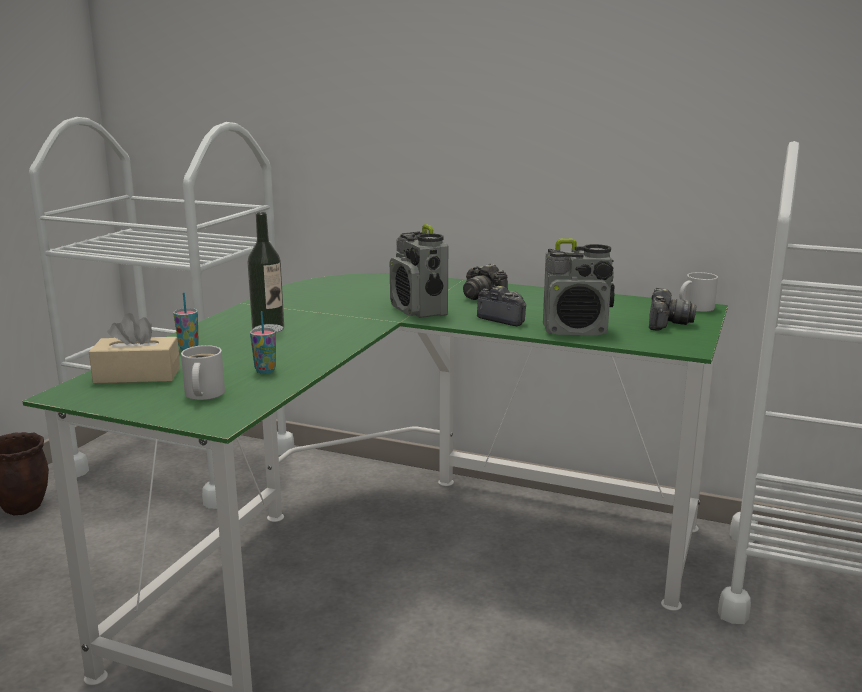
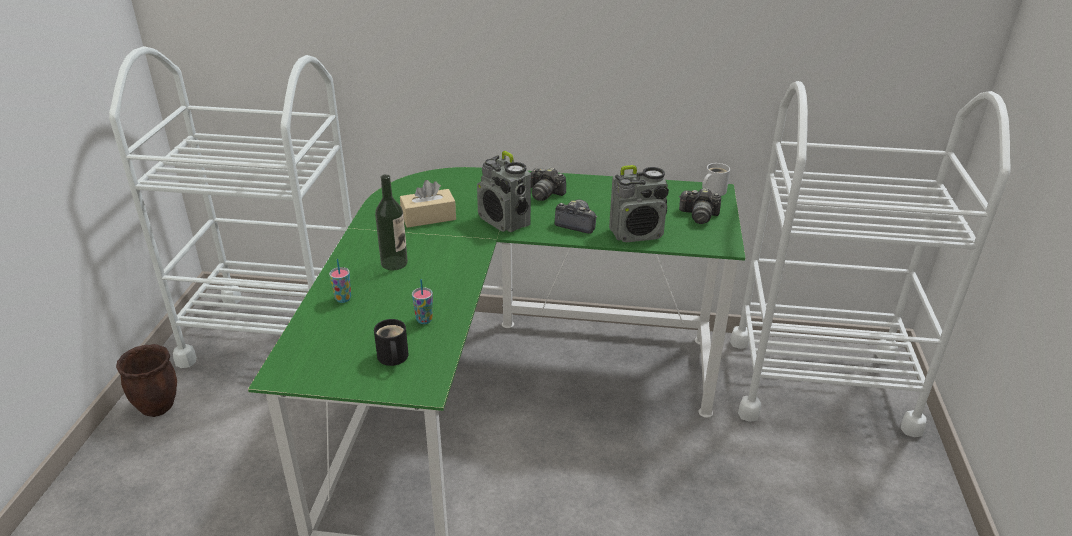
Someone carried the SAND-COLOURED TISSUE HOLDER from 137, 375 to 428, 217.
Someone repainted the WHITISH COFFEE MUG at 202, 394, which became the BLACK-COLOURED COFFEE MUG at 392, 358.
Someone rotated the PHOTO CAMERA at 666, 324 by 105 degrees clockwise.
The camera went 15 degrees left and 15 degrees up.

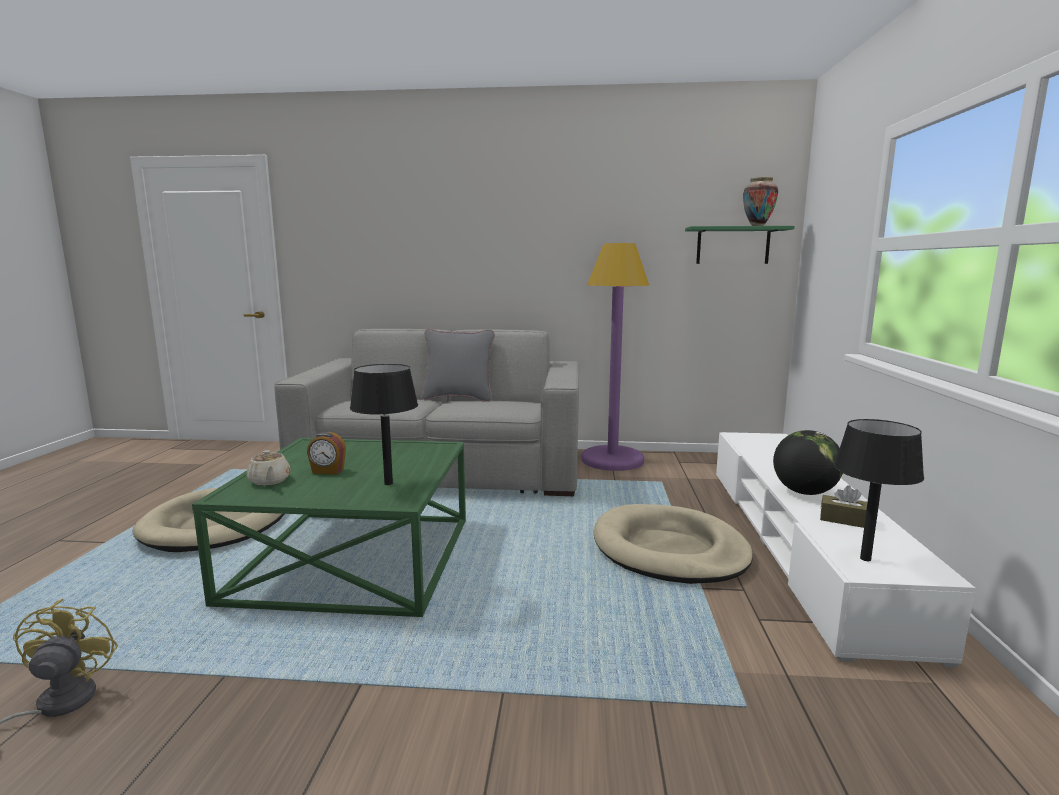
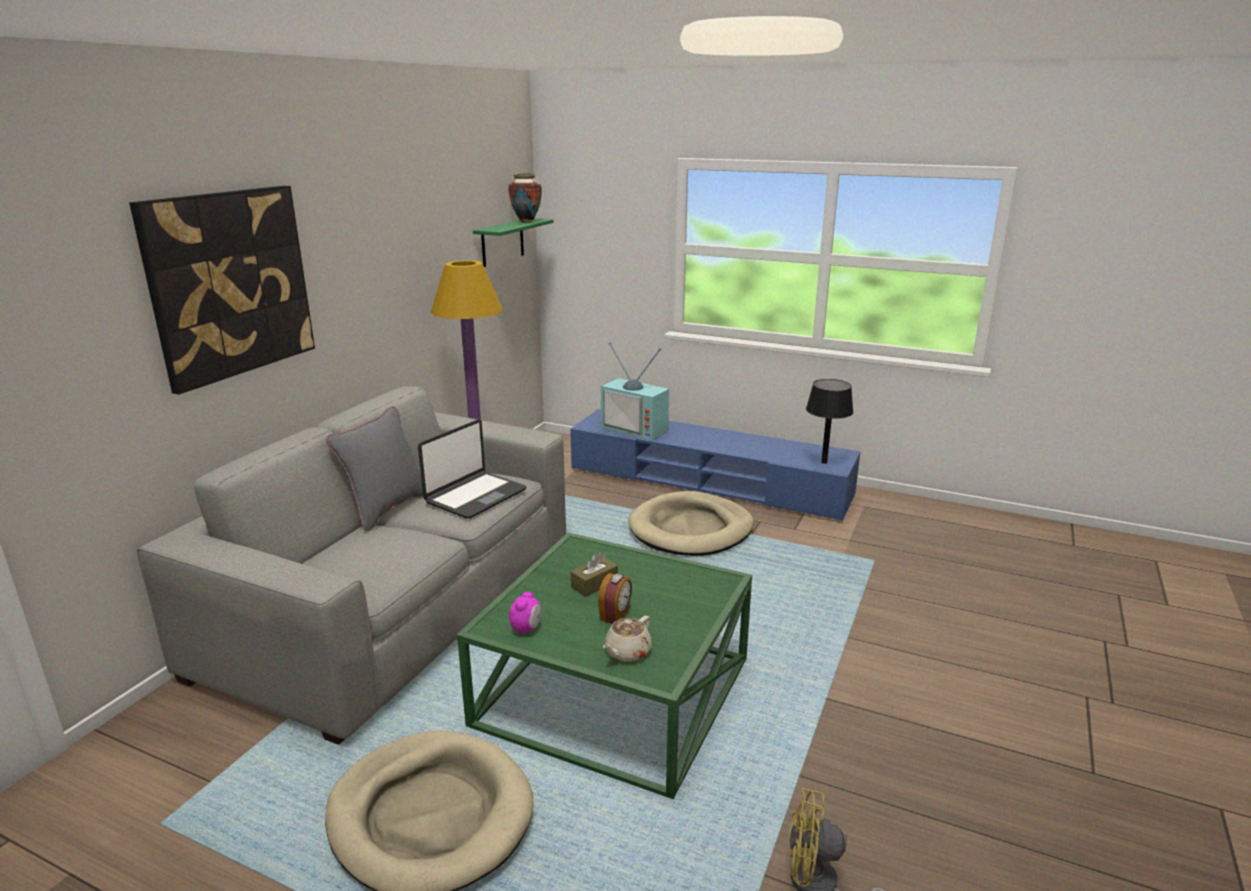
Someone took away the BLACK-COLOURED TABLETOP LAMP at 388, 483.
Someone took away the GLOBE at 804, 492.
Someone put up the PICTURE at 230, 284.
Someone put down the NOTEBOOK COMPUTER at 475, 496.
Someone put down the TABLE CLOCK at 526, 629.
Someone put down the TV SET at 637, 429.
Someone carried the BROWNISH TISSUE HOLDER from 844, 520 to 594, 584.
Someone repainted the WHITISH TV STAND at 800, 544, which became the BLUISH TV STAND at 709, 482.
Someone rotated the SAND-COLOURED TEA POT at 269, 481 by 135 degrees clockwise.
The camera went 70 degrees left and 10 degrees up.

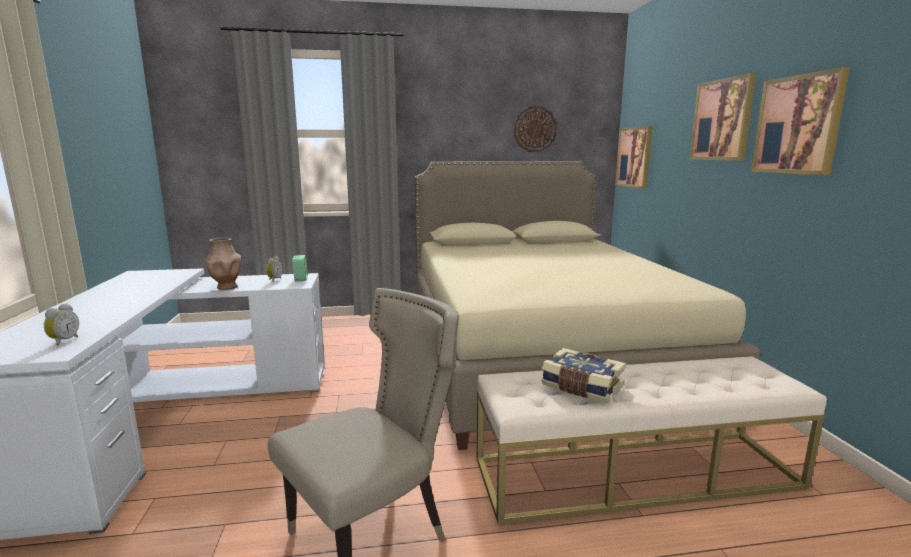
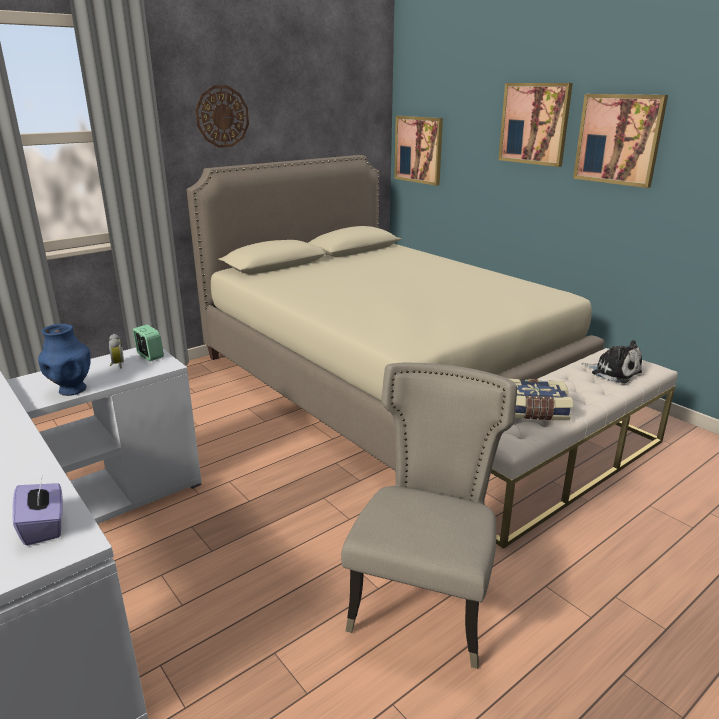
Someone put down the CUDDLY TOY at 613, 372.
Someone carried the CLOCK ON THE WALL from 535, 129 to 222, 116.
Someone swapped the TABLE CLOCK at 63, 341 for the PURPLE-COLOURED TISSUE HOLDER at 44, 526.
Someone repainted the BROWNISH FLOWER VASE at 226, 287, which became the BLUISH FLOWER VASE at 71, 390.
The camera went 30 degrees left and 10 degrees up.

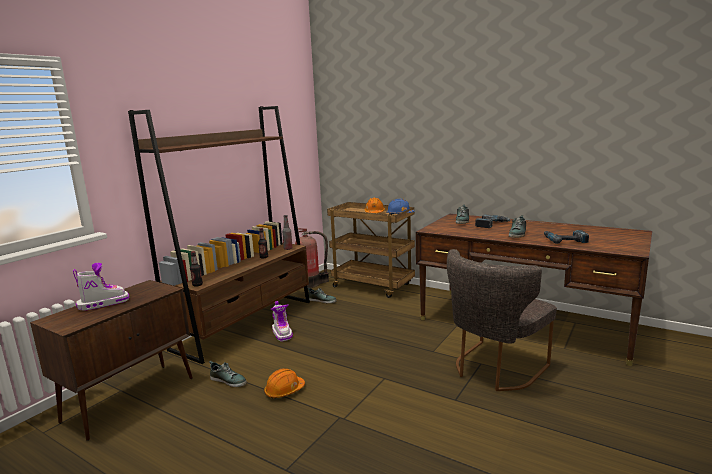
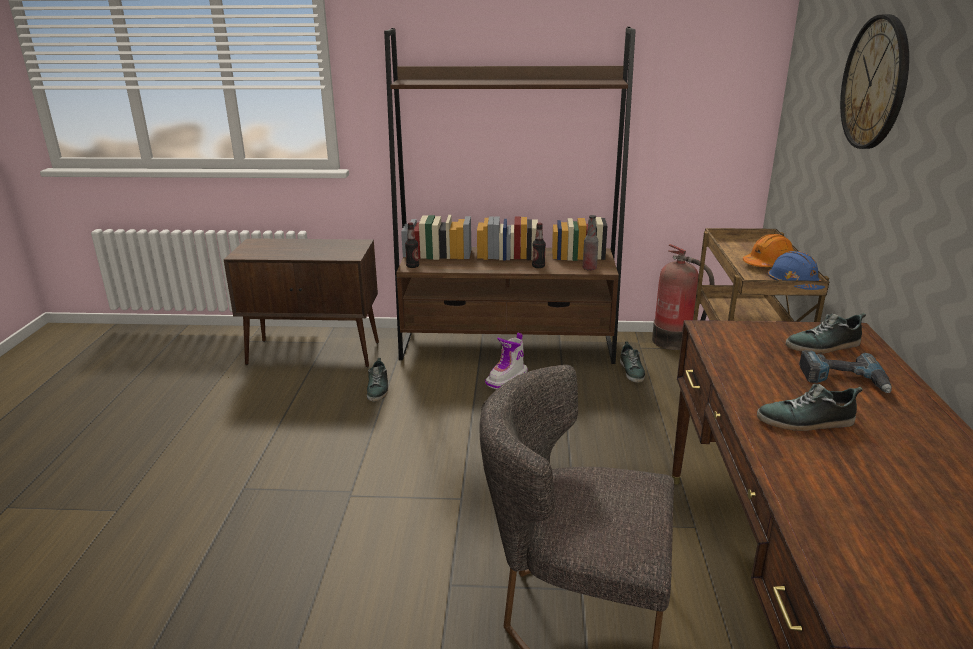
Someone took away the BOOT at 103, 303.
Someone took away the ORANGEY WORK HELMET at 284, 391.
Someone took away the POWER DRILL at 564, 240.
Someone put up the CLOCK ON THE WALL at 875, 83.
The camera went 60 degrees right and 10 degrees up.

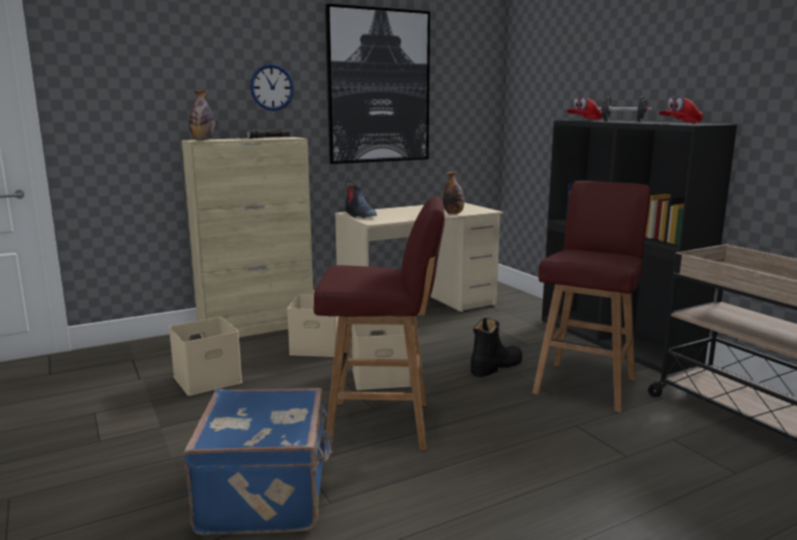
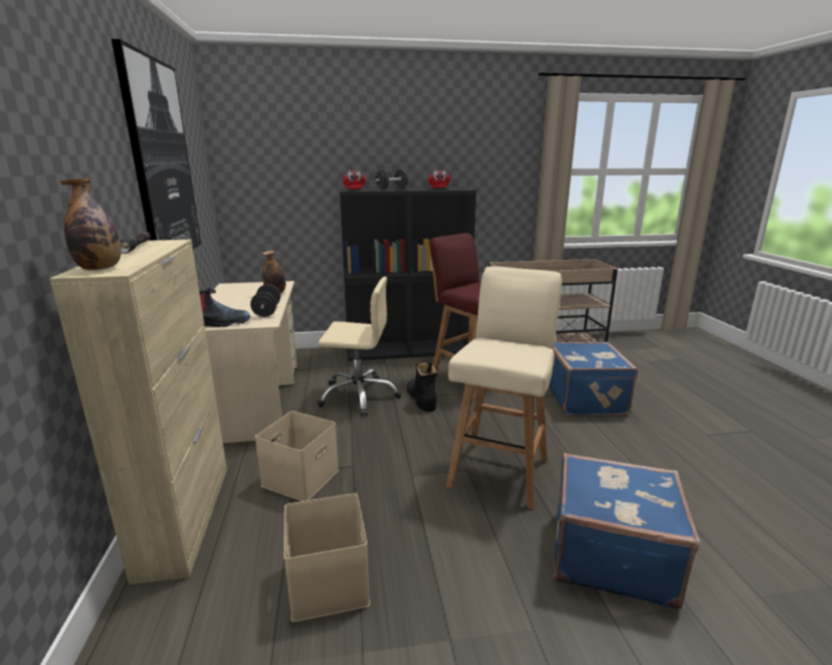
Someone took away the CLOCK ON THE WALL at 272, 87.
Someone took away the SAND-COLOURED STORAGE CONTAINER at 382, 376.
Someone put down the BLACK-COLOURED DUMBBELL at 267, 311.
Someone put down the SAND-COLOURED OFFICE CHAIR at 359, 395.
Someone put down the BLUISH TRAVEL CASE at 586, 399.
Someone repainted the RED STOOL at 382, 424, which became the SAND-COLOURED STOOL at 500, 470.
The camera went 70 degrees left and 5 degrees up.

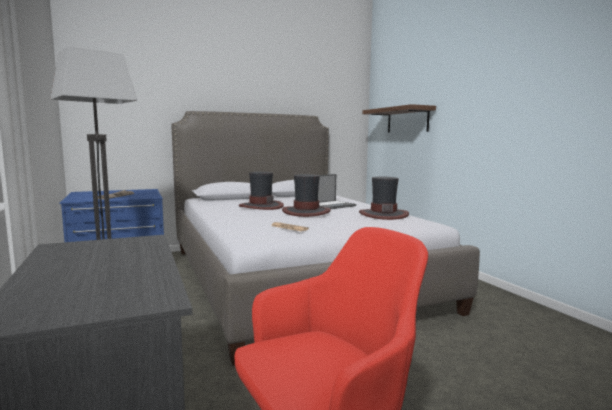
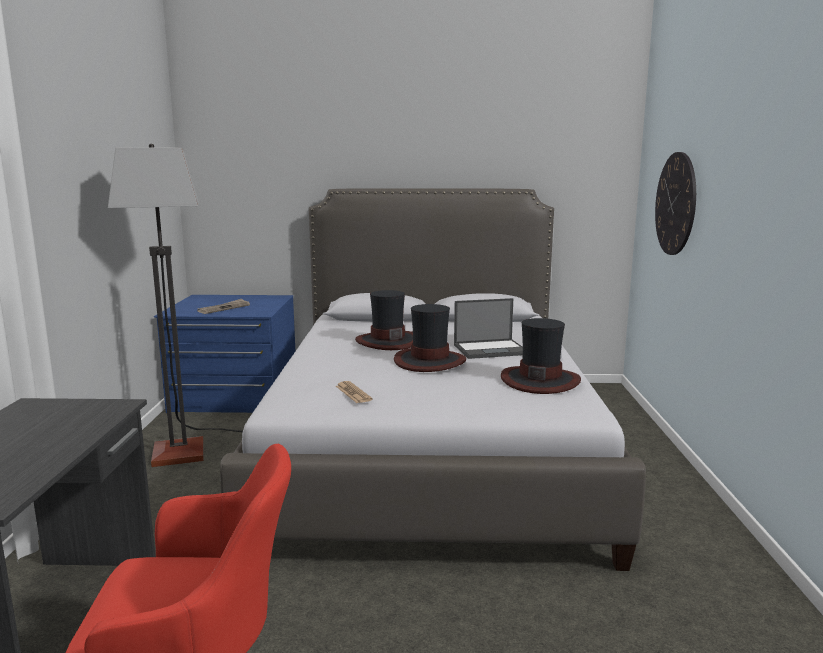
Someone swapped the SHELF at 407, 120 for the CLOCK ON THE WALL at 675, 204.
The camera went 25 degrees right and 5 degrees up.

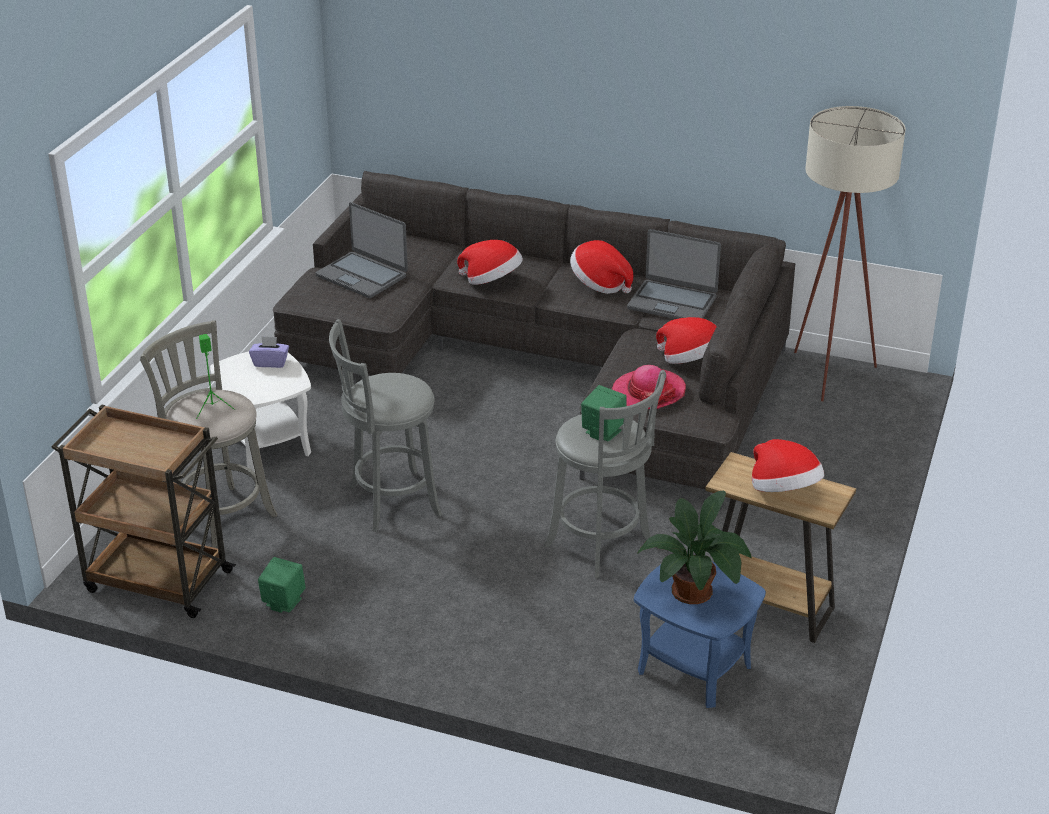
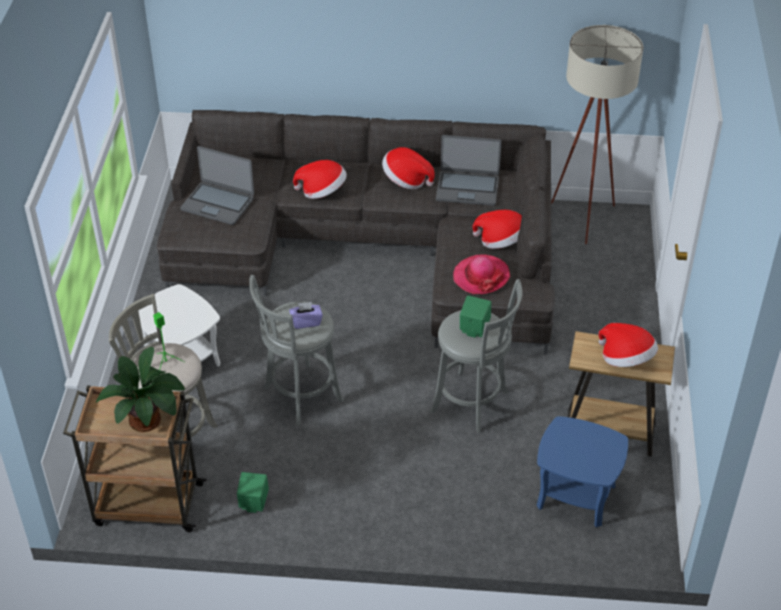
Someone carried the PURPLE-COLOURED TISSUE HOLDER from 270, 362 to 306, 322.
Someone carried the HOUSEPLANT from 696, 591 to 148, 419.
The camera went 15 degrees left and 10 degrees up.

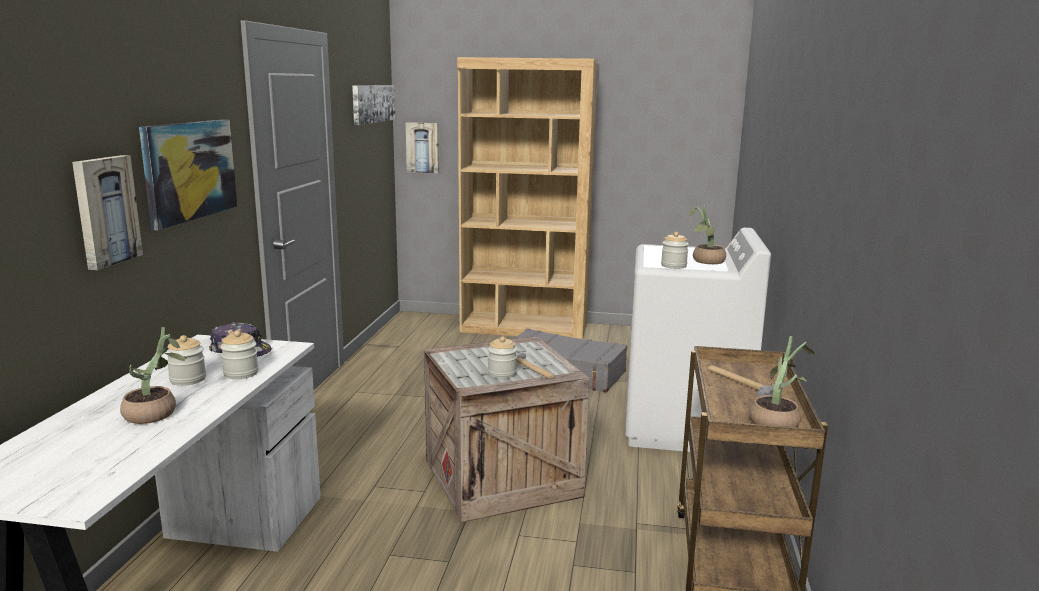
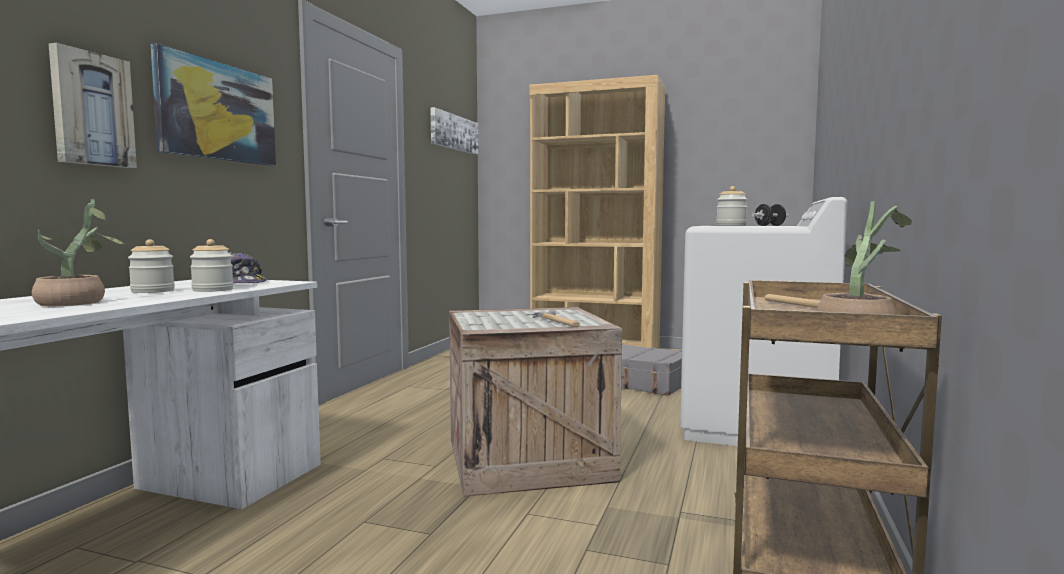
Someone took away the PICTURE at 423, 147.
Someone took away the JAR at 502, 373.
Someone swapped the HOUSEPLANT at 705, 261 for the BLACK-COLOURED DUMBBELL at 769, 225.
The camera went 10 degrees right and 10 degrees down.

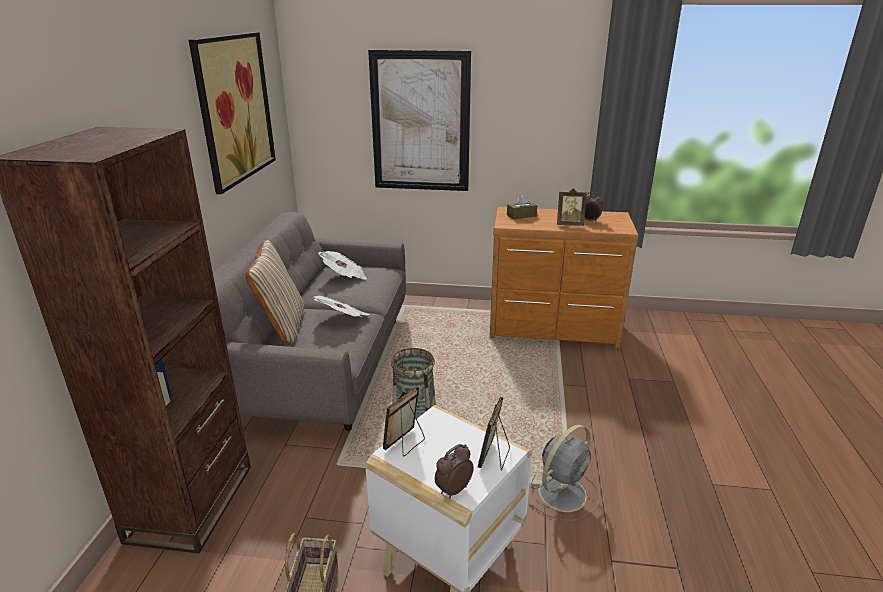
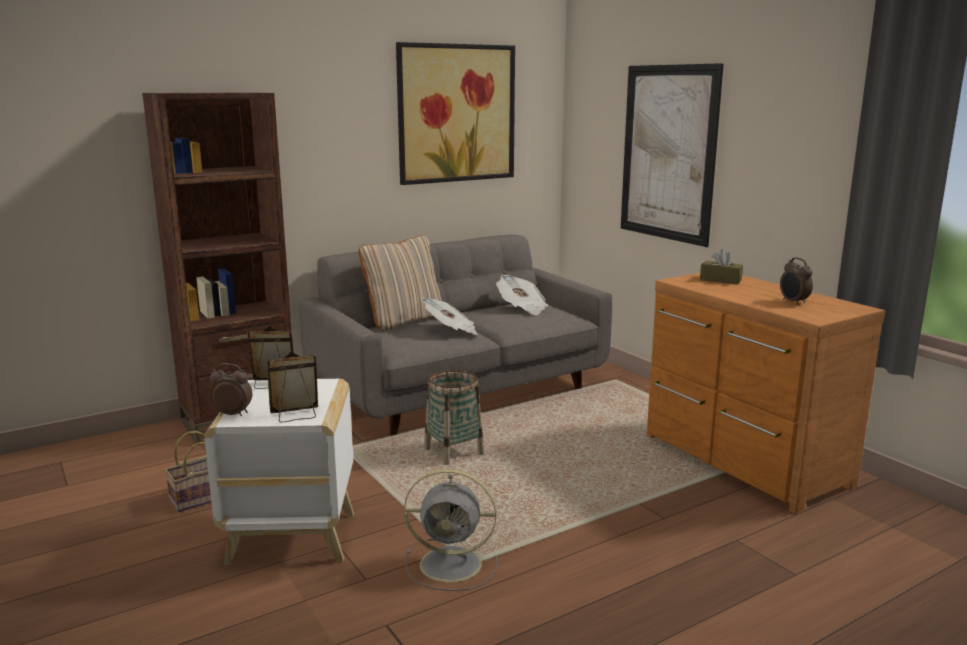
Someone took away the PHOTO FRAME at 569, 224.
The camera went 50 degrees right and 10 degrees down.

